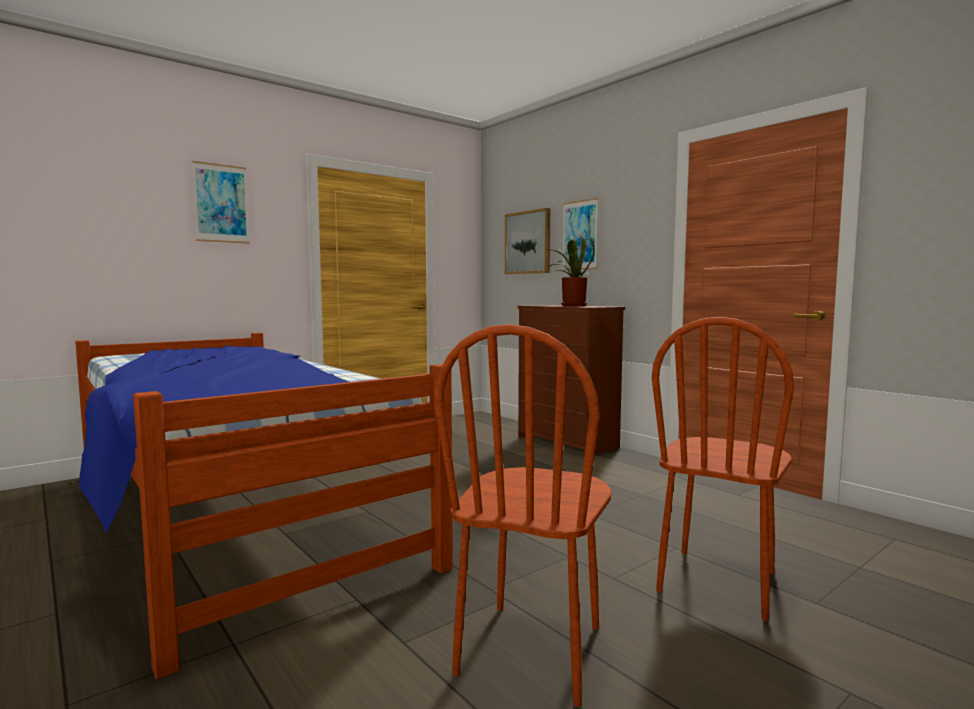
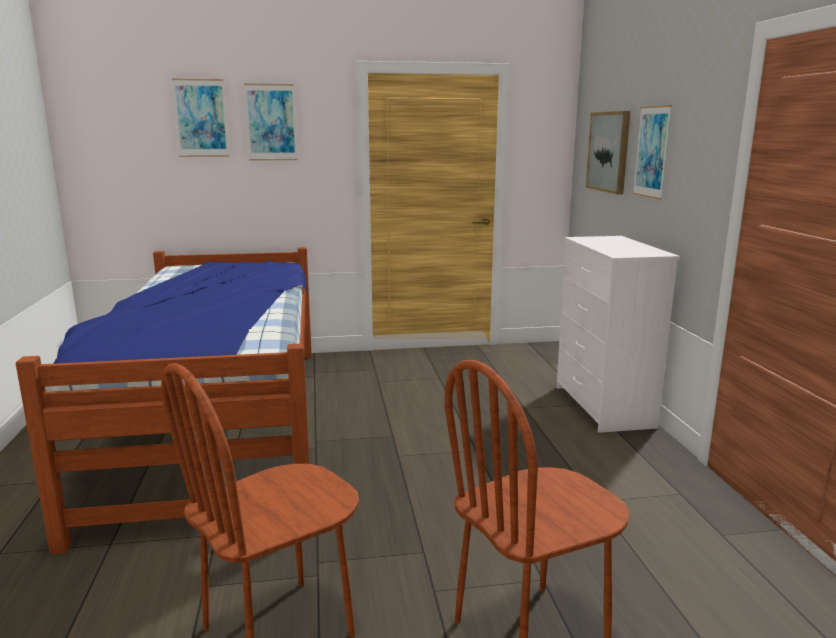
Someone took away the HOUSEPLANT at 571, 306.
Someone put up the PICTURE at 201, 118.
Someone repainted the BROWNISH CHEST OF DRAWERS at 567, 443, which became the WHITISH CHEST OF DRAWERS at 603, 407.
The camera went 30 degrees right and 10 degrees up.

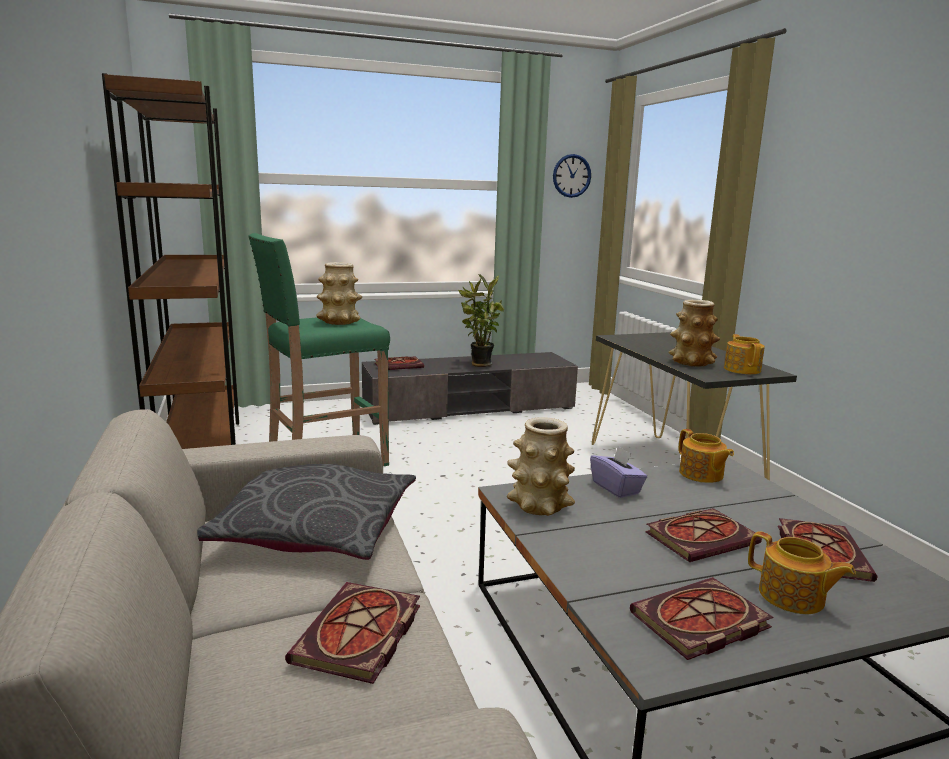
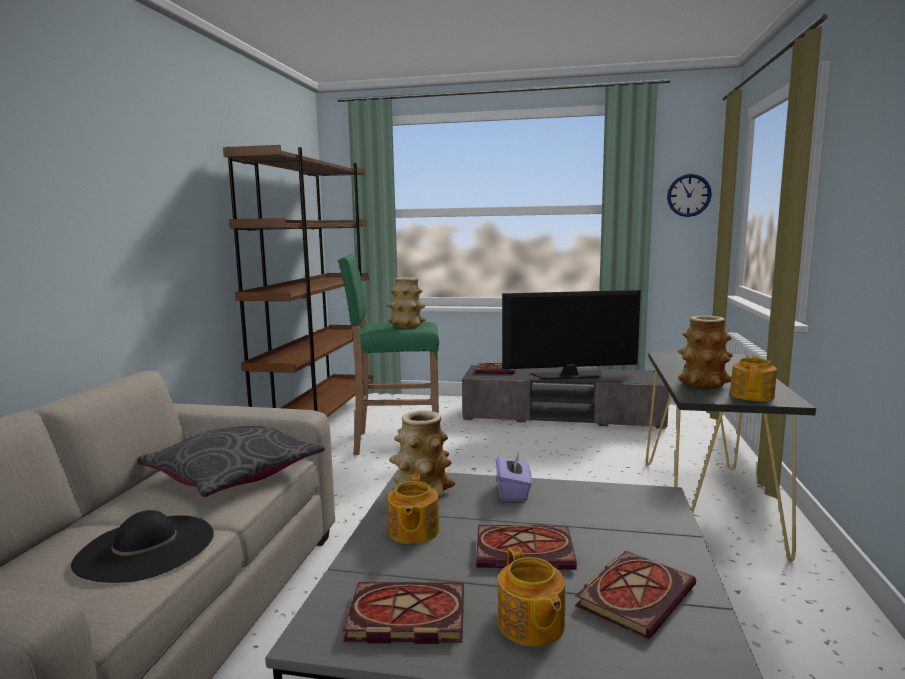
Someone carried the TEA POT from 701, 474 to 413, 532.
Someone swapped the VOLUME at 359, 637 for the BLACK-COLOURED WEARABLE HAT at 146, 548.
Someone swapped the HOUSEPLANT at 479, 364 for the TV SET at 569, 375.
The camera went 30 degrees right and 5 degrees down.

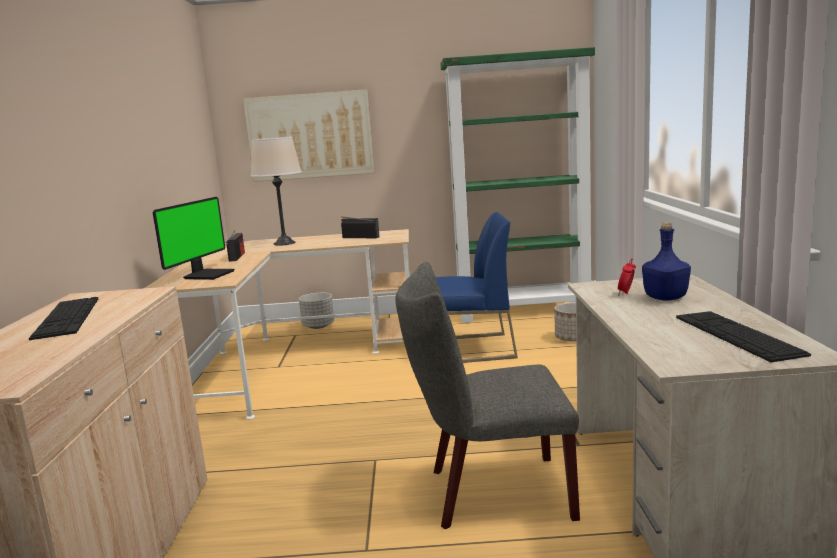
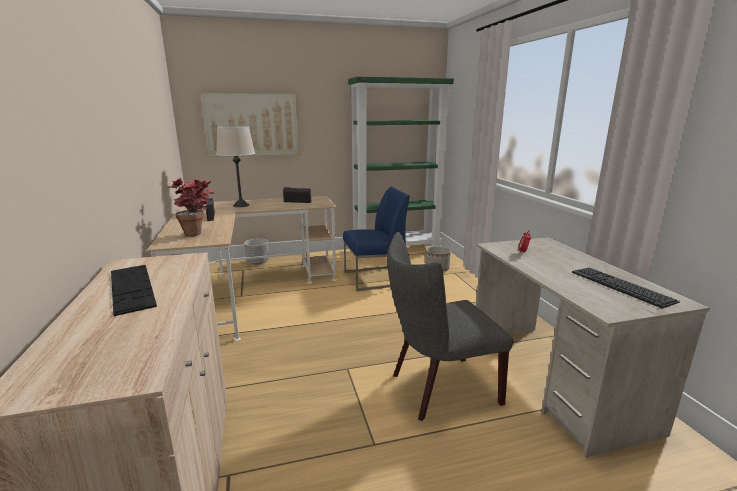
Someone took away the BLUISH BEVERAGE BOTTLE at 664, 298.
Someone swapped the MONITOR at 207, 275 for the HOUSEPLANT at 198, 233.
The camera went 15 degrees left and 5 degrees up.

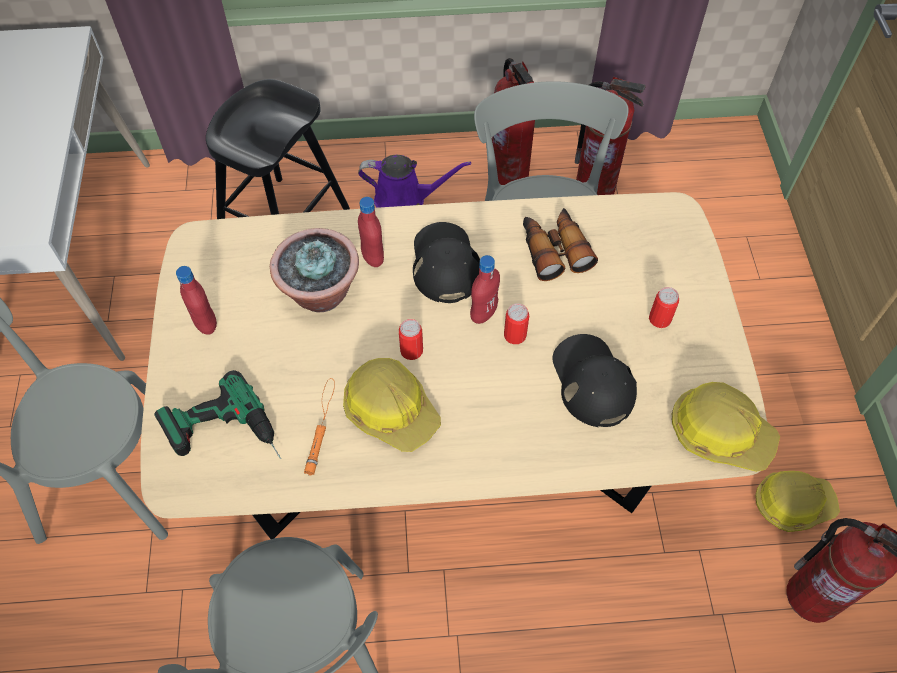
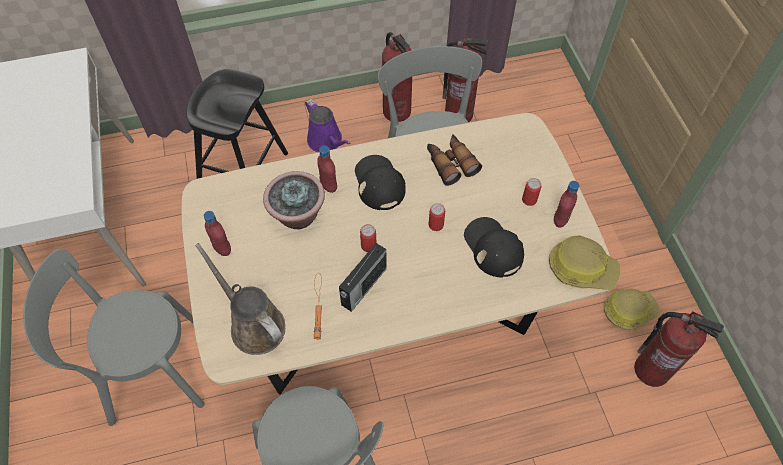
Someone carried the RED BEVERAGE BOTTLE from 483, 313 to 560, 219.
Someone swapped the POWER DRILL at 225, 438 for the BROWNISH WATERING CAN at 254, 324.
Someone swapped the WORK HELMET at 391, 409 for the RADIO SET at 363, 287.
Someone rotated the PURPLE-COLOURED WATERING CAN at 405, 200 by 60 degrees clockwise.
The camera went 10 degrees left and 0 degrees up.

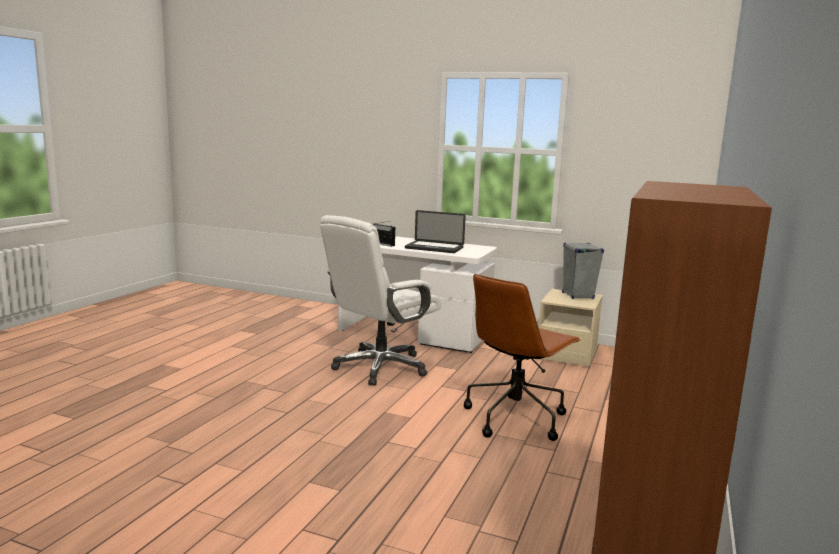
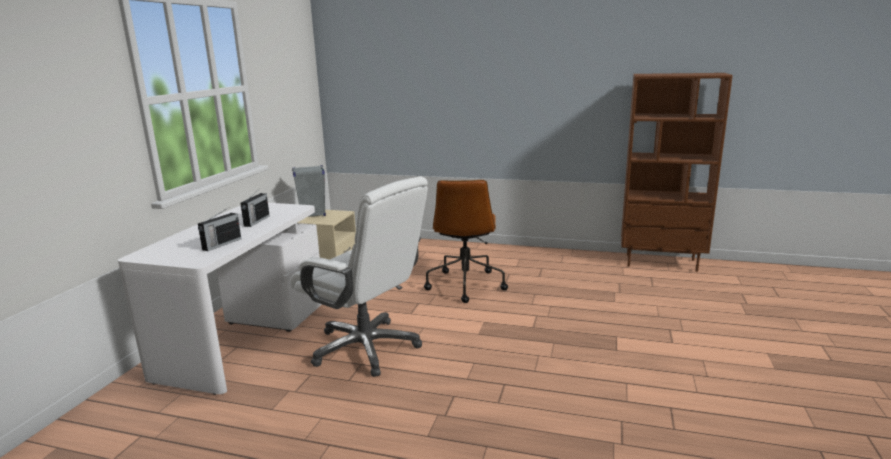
Someone swapped the NOTEBOOK COMPUTER at 434, 248 for the RADIO SET at 256, 221.
Someone rotated the BROWNISH OFFICE CHAIR at 515, 418 by 60 degrees clockwise.
The camera went 95 degrees left and 5 degrees up.

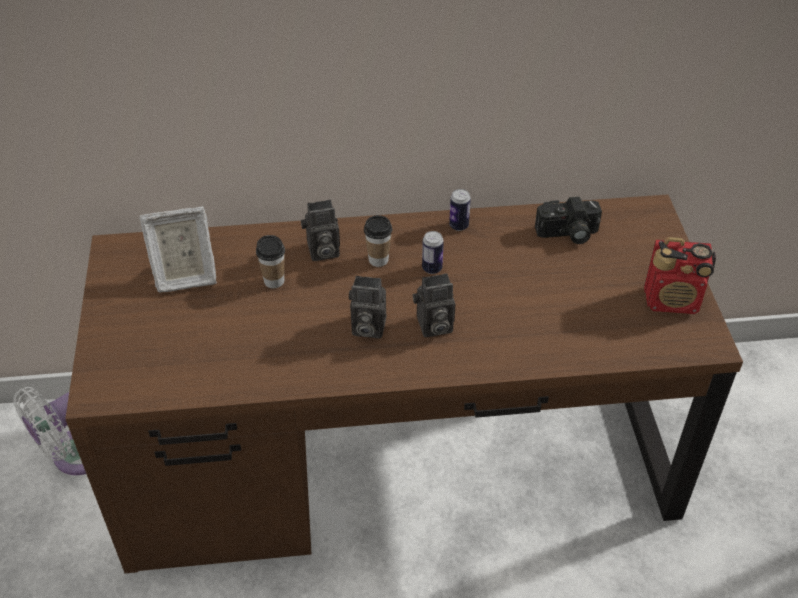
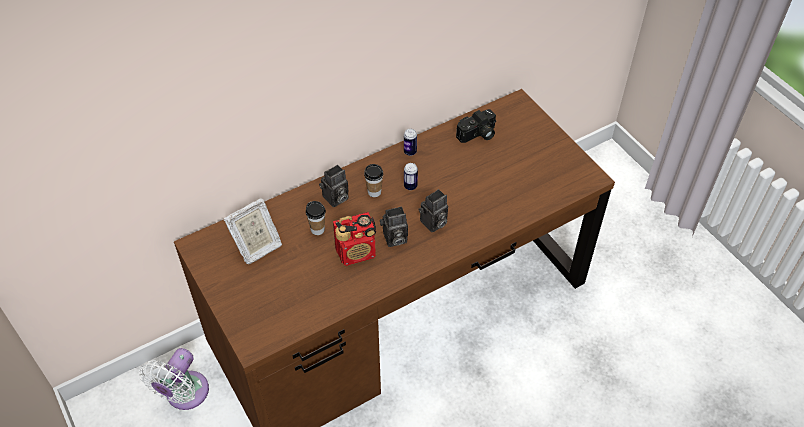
Someone carried the RADIO SET from 672, 301 to 357, 253.
The camera went 25 degrees left and 5 degrees up.

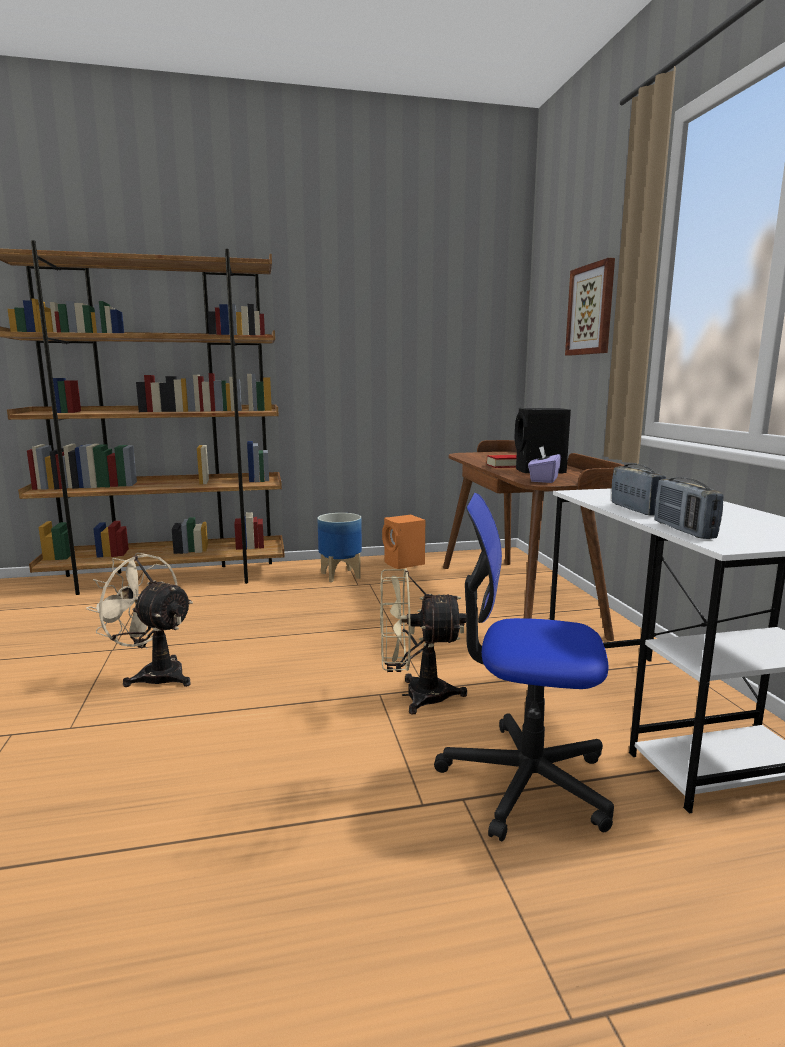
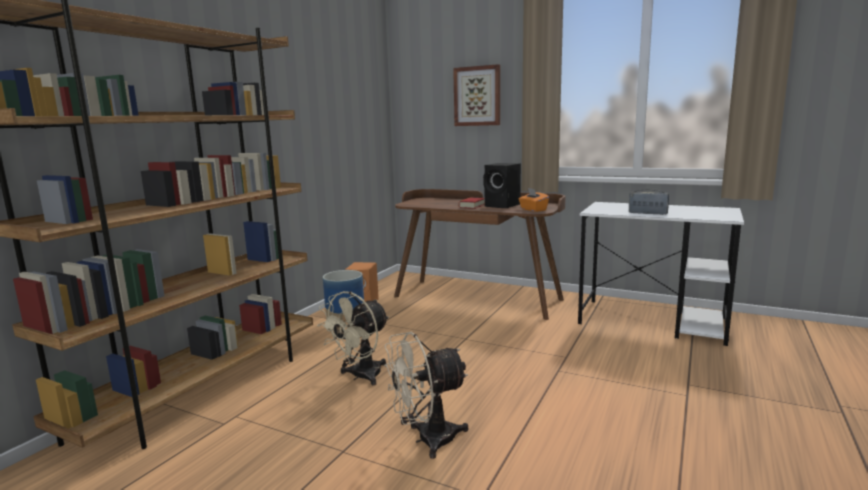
Someone took away the OFFICE CHAIR at 525, 780.
Someone took away the RADIO SET at 683, 530.
Someone carried the SAND-COLOURED ELECTRIC FAN from 415, 696 to 360, 376.
Someone repainted the PURPLE-COLOURED TISSUE HOLDER at 543, 480, which became the ORANGEY TISSUE HOLDER at 533, 210.
The camera went 50 degrees left and 0 degrees up.

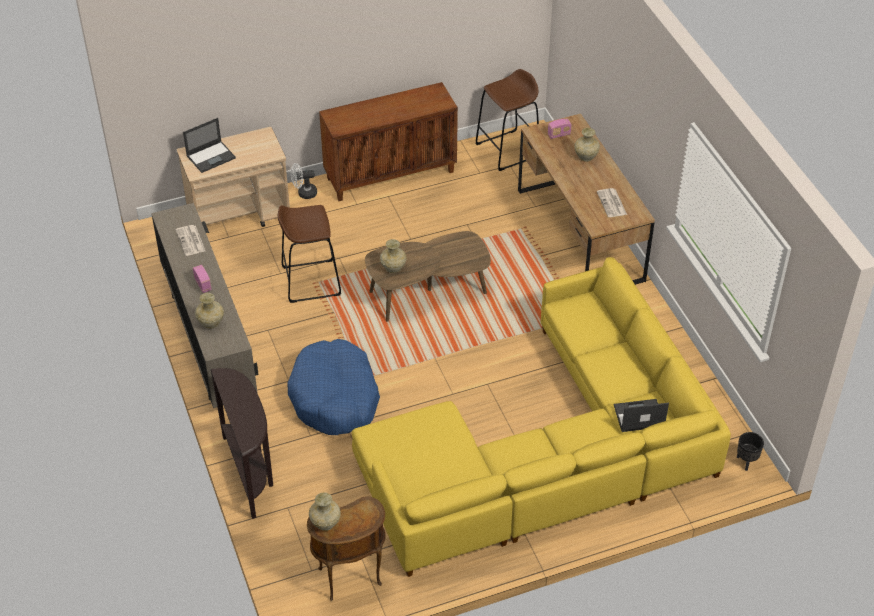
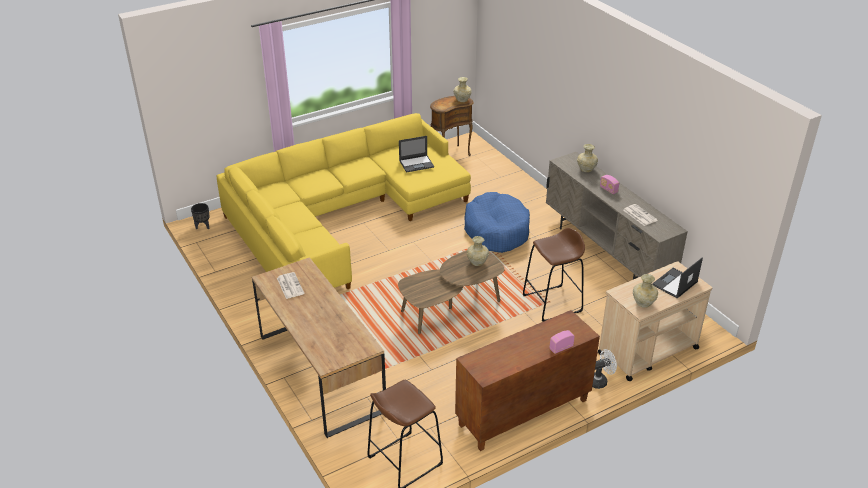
Someone took away the BROWNISH NARROW TABLE at 251, 472.
Someone carried the RADIO SET from 559, 134 to 561, 348.
Someone carried the SAND-COLOURED FLOWER VASE from 586, 157 to 643, 303.
Someone carried the NOTEBOOK COMPUTER from 638, 416 to 417, 164.
The camera went 170 degrees right and 10 degrees down.

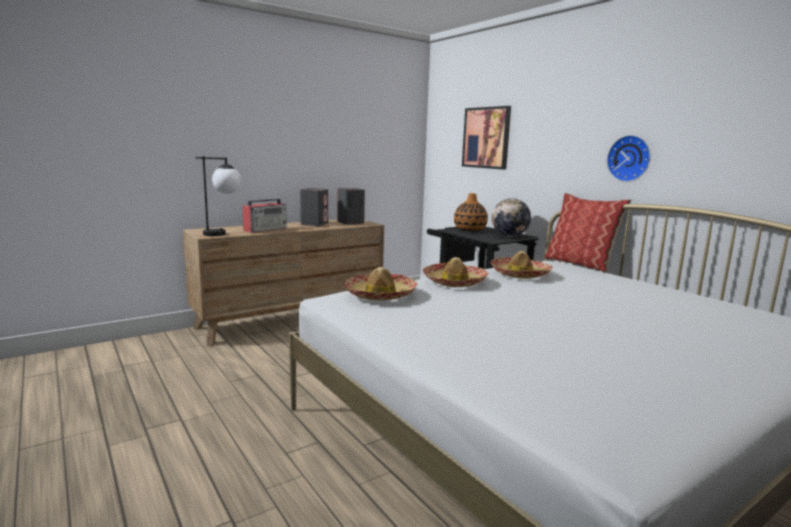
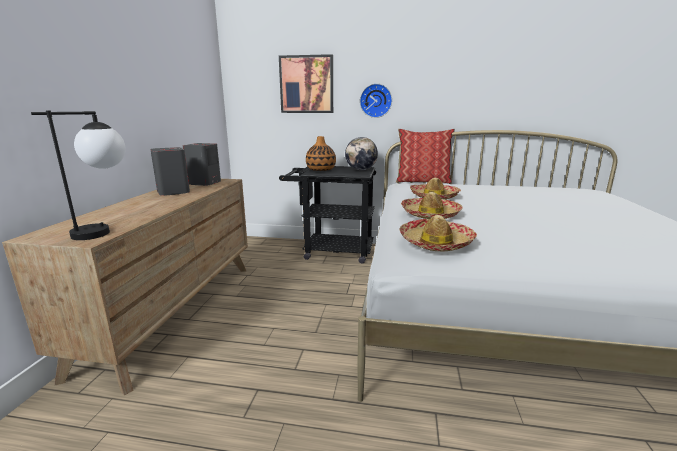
Someone took away the RADIO SET at 266, 229.
Someone carried the CLOCK ON THE WALL from 630, 158 to 376, 100.
The camera went 45 degrees left and 5 degrees up.

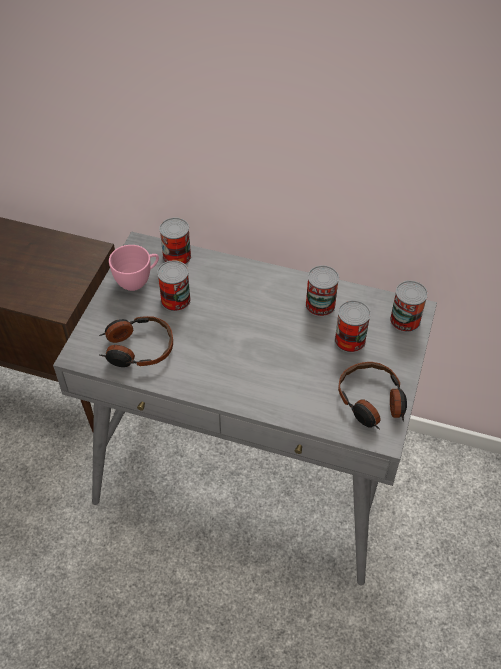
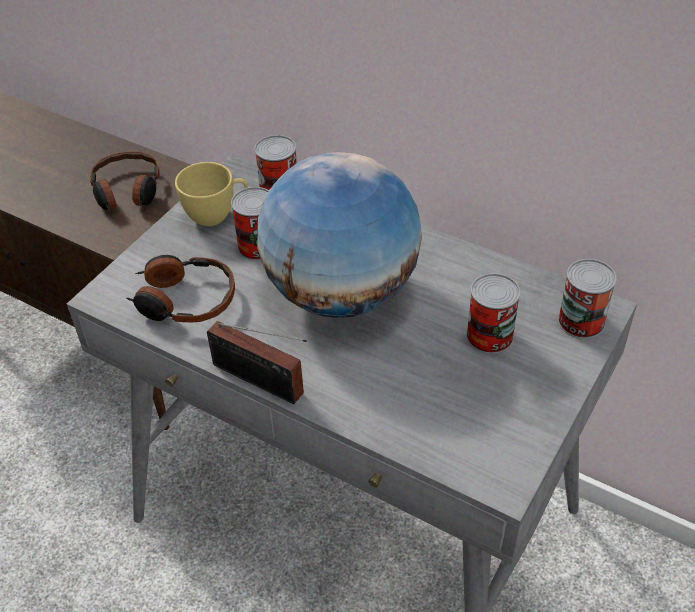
Someone took away the CAN at 320, 305.
Someone put down the RADIO SET at 262, 382.
Someone put down the GLOBE at 340, 293.
Someone carried the HEADPHONES from 372, 402 to 127, 191.
Someone repainted the PINK SMALL CUP at 137, 280, which became the YELLOW-COLOURED SMALL CUP at 217, 215.
The camera went 15 degrees right and 5 degrees down.

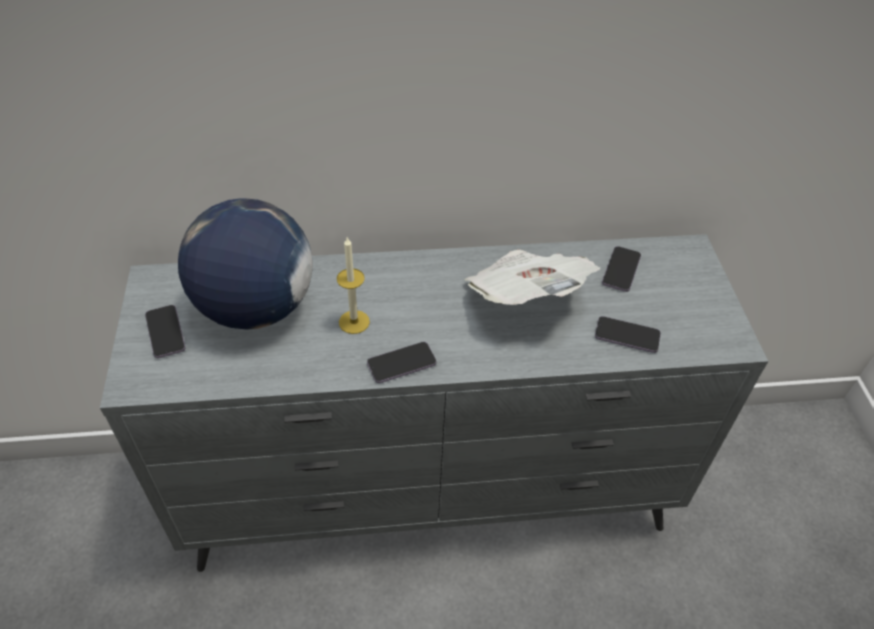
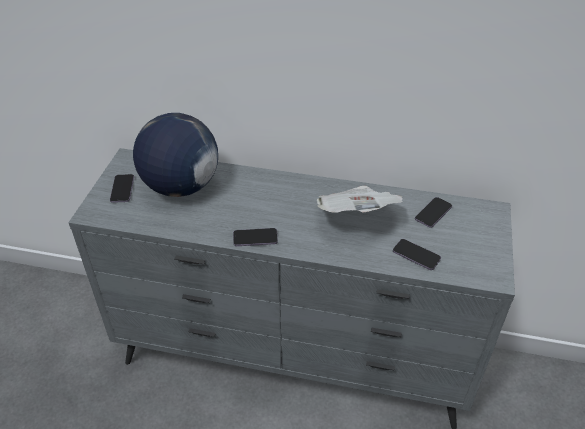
Someone took away the WAX CANDLE at 354, 322.
The camera went 20 degrees right and 5 degrees down.

